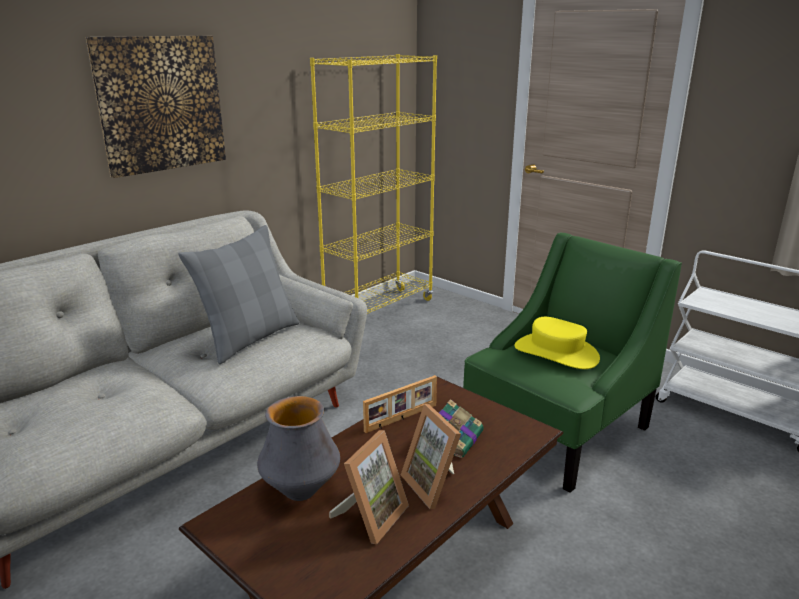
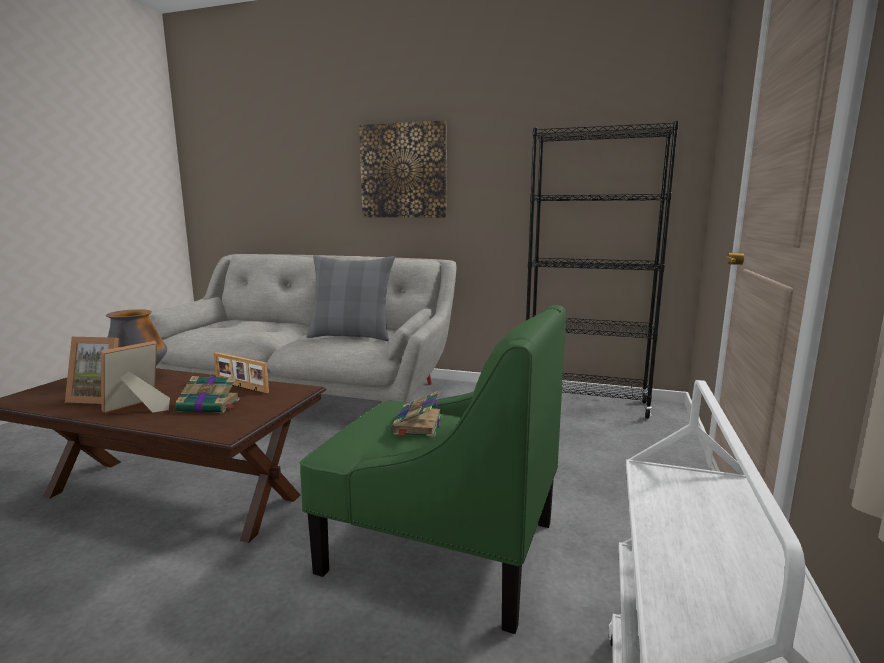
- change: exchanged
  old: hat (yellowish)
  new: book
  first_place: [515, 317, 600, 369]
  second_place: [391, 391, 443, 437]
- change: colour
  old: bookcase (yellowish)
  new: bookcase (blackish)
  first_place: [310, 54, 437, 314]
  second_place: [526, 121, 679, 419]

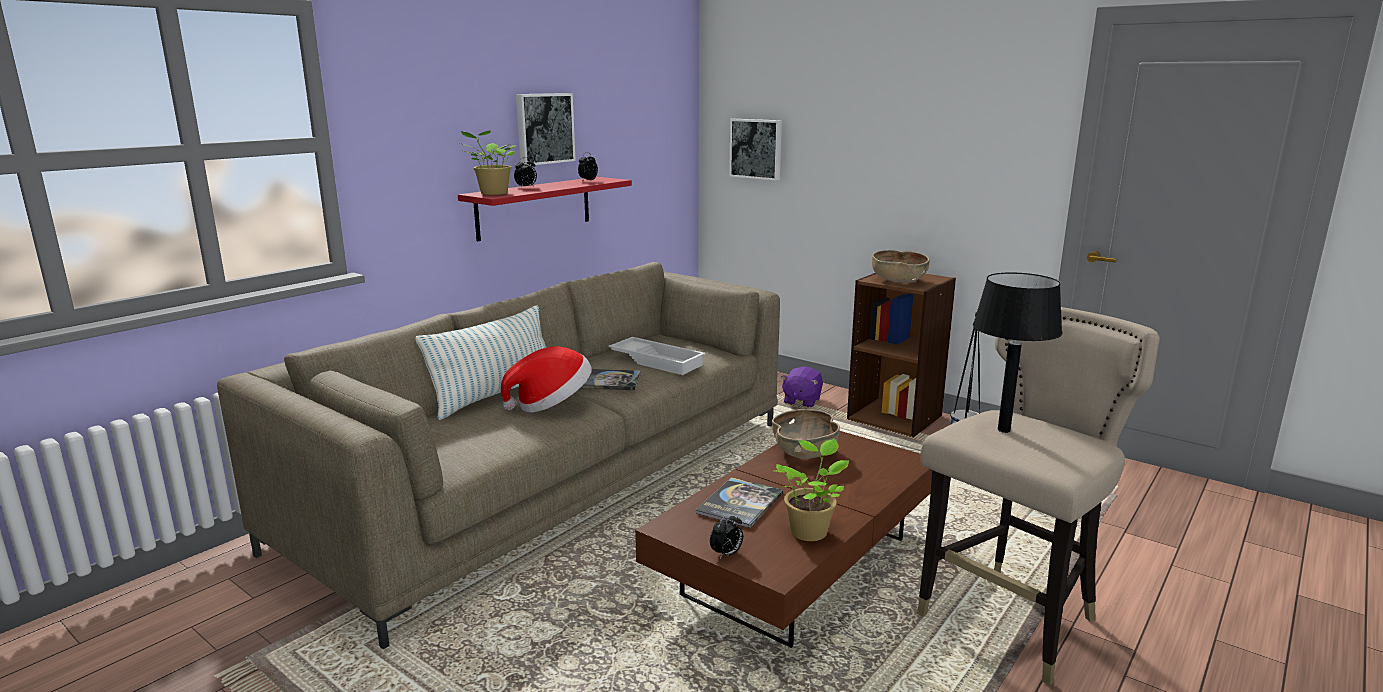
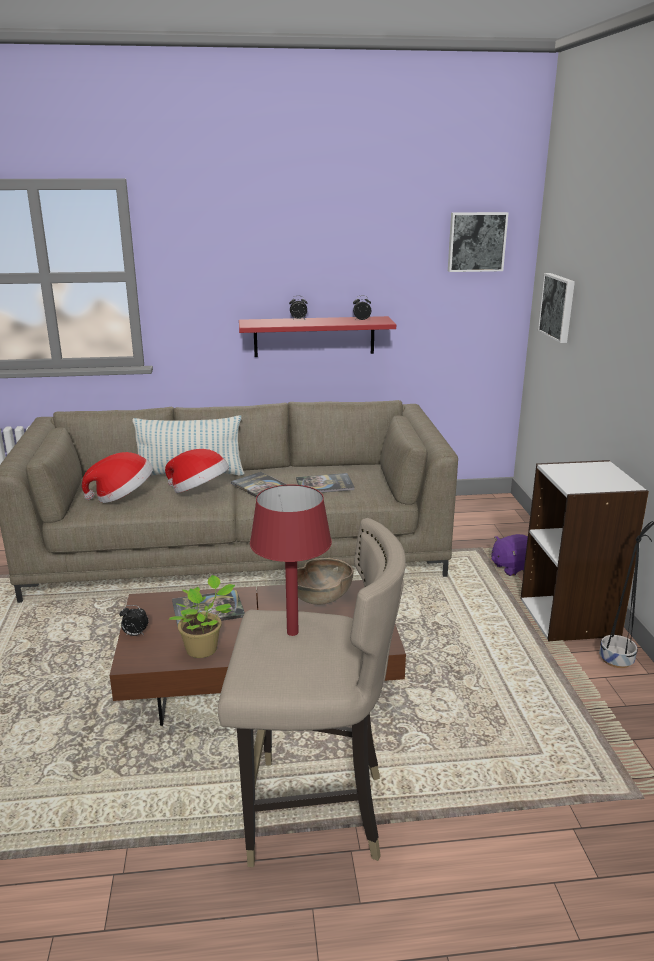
- change: missing
  old: potted plant
  first_place: [460, 131, 516, 195]
- change: missing
  old: deep dish (brownish)
  first_place: [872, 250, 929, 283]
- change: appeared
  new: hat
  second_place: [82, 452, 153, 503]
- change: relocated
  old: wall art
  first_place: [516, 93, 576, 166]
  second_place: [448, 212, 508, 272]
- change: exchanged
  old: tray (white-coloured)
  new: book
  first_place: [608, 337, 706, 375]
  second_place: [296, 473, 355, 493]
- change: colour
  old: bookcase (brownish)
  new: bookcase (white-coloured)
  first_place: [847, 273, 956, 438]
  second_place: [520, 460, 649, 642]
- change: colour
  old: table lamp (blackish)
  new: table lamp (red-coloured)
  first_place: [973, 272, 1063, 433]
  second_place: [250, 485, 332, 636]

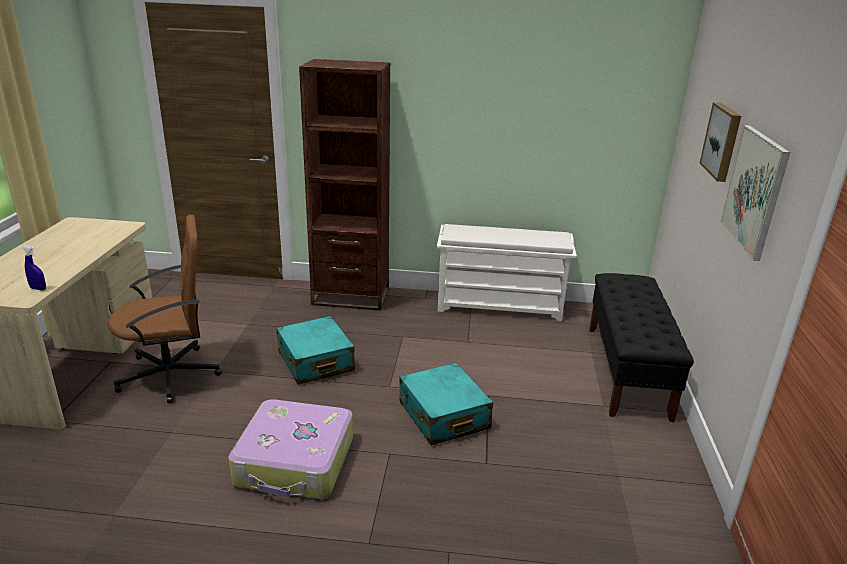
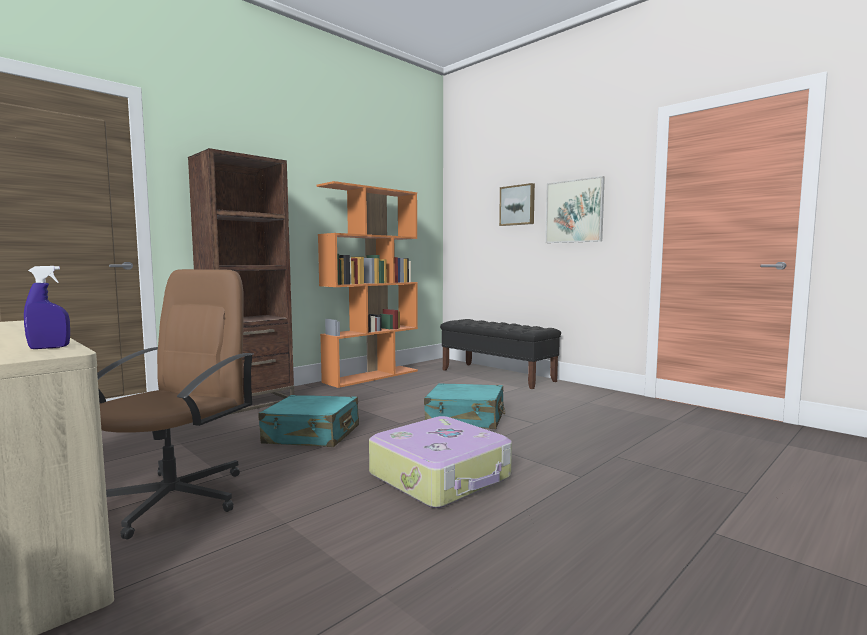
- change: exchanged
  old: shoe rack (white-coloured)
  new: bookcase (orange)
  first_place: [437, 224, 577, 321]
  second_place: [317, 181, 418, 388]

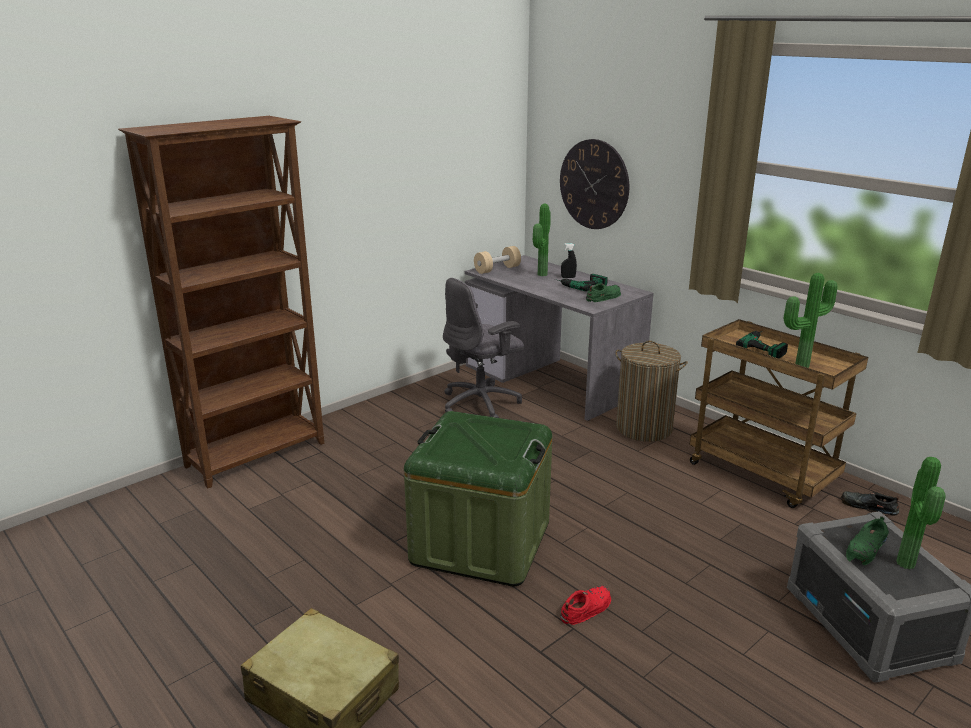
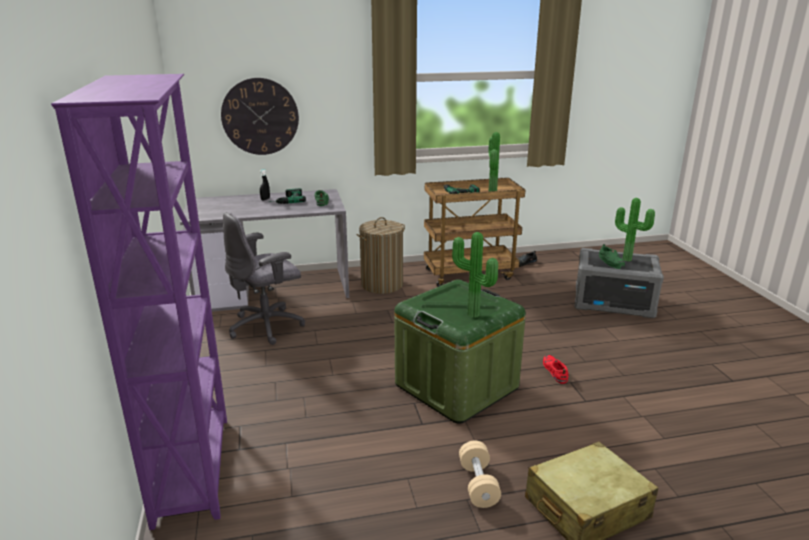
- change: relocated
  old: free weight (beige-coloured)
  first_place: [474, 246, 521, 274]
  second_place: [459, 441, 501, 508]
- change: relocated
  old: potted plant
  first_place: [533, 204, 551, 276]
  second_place: [452, 232, 498, 318]
- change: colour
  old: bookcase (brownish)
  new: bookcase (purplish)
  first_place: [118, 116, 324, 489]
  second_place: [51, 74, 227, 530]
- change: spun
  old: computer chair (greyish)
  first_place: [443, 278, 524, 418]
  second_place: [223, 212, 305, 345]
  degrees: 60

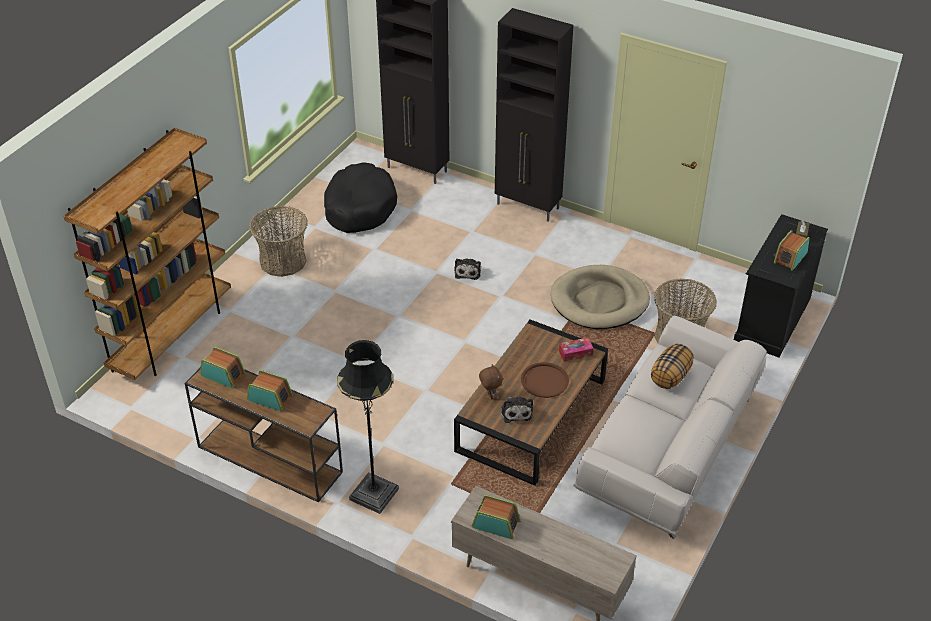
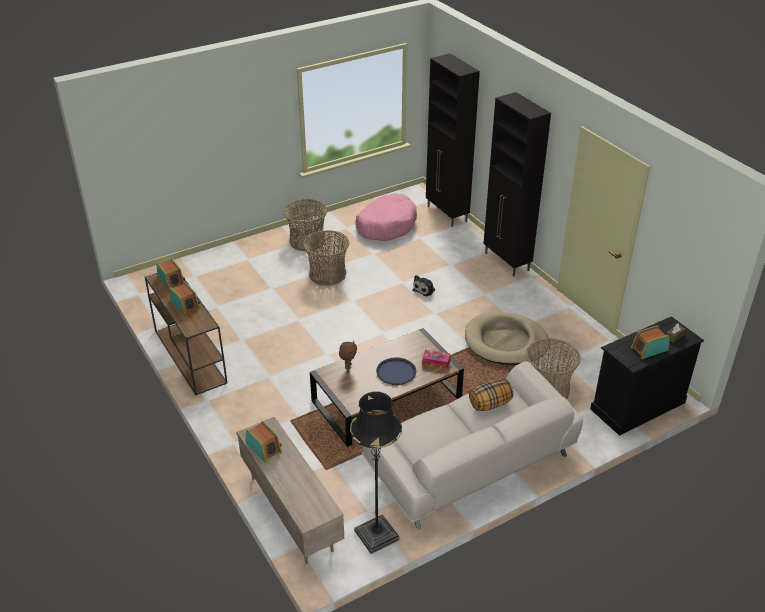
- change: missing
  old: bookcase (brownish)
  first_place: [64, 128, 231, 380]
- change: missing
  old: soft toy
  first_place: [501, 396, 533, 423]
- change: appeared
  new: household basket
  second_place: [303, 230, 349, 286]
- change: relocated
  old: standing lamp (blackish)
  first_place: [337, 340, 399, 514]
  second_place: [350, 392, 402, 554]
- change: colour
  old: dog bed (blackish)
  new: dog bed (pink)
  first_place: [324, 162, 397, 233]
  second_place: [355, 193, 417, 241]
- change: colour
  old: tray (brownish)
  new: tray (bluish)
  first_place: [521, 362, 569, 398]
  second_place: [376, 357, 416, 385]

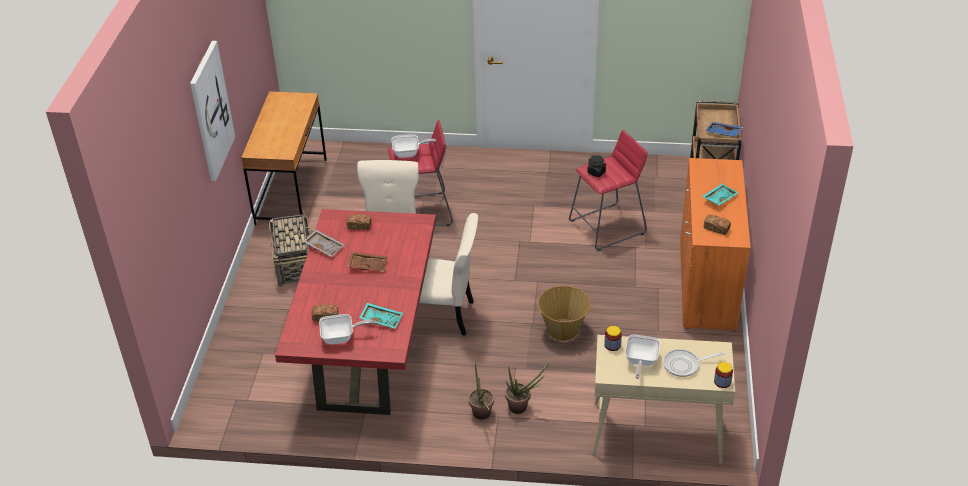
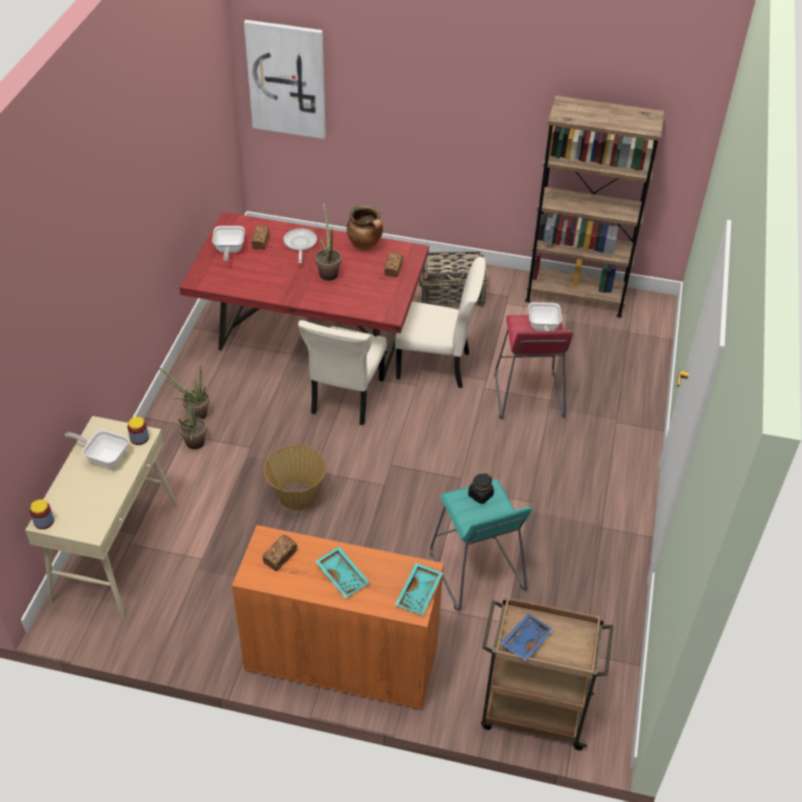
- change: relocated
  old: wall art
  first_place: [190, 41, 235, 181]
  second_place: [244, 20, 326, 139]
- change: relocated
  old: tray (blue-green)
  first_place: [359, 303, 403, 329]
  second_place: [395, 563, 443, 615]
- change: relocated
  old: pan
  first_place: [663, 349, 725, 377]
  second_place: [284, 229, 317, 263]
- change: exchanged
  old: desk (brownish)
  new: bookcase (brownish)
  first_place: [241, 91, 327, 226]
  second_place: [525, 95, 665, 318]
- change: exchanged
  old: tray (greyish)
  new: cooking pot
  first_place: [303, 229, 345, 257]
  second_place: [347, 204, 383, 250]
- change: exchanged
  old: tray (brownish)
  new: potted plant
  first_place: [348, 252, 388, 272]
  second_place: [315, 201, 342, 281]
- change: colour
  old: stool seat (red-coloured)
  new: stool seat (blue-green)
  first_place: [569, 130, 648, 251]
  second_place: [430, 479, 532, 611]

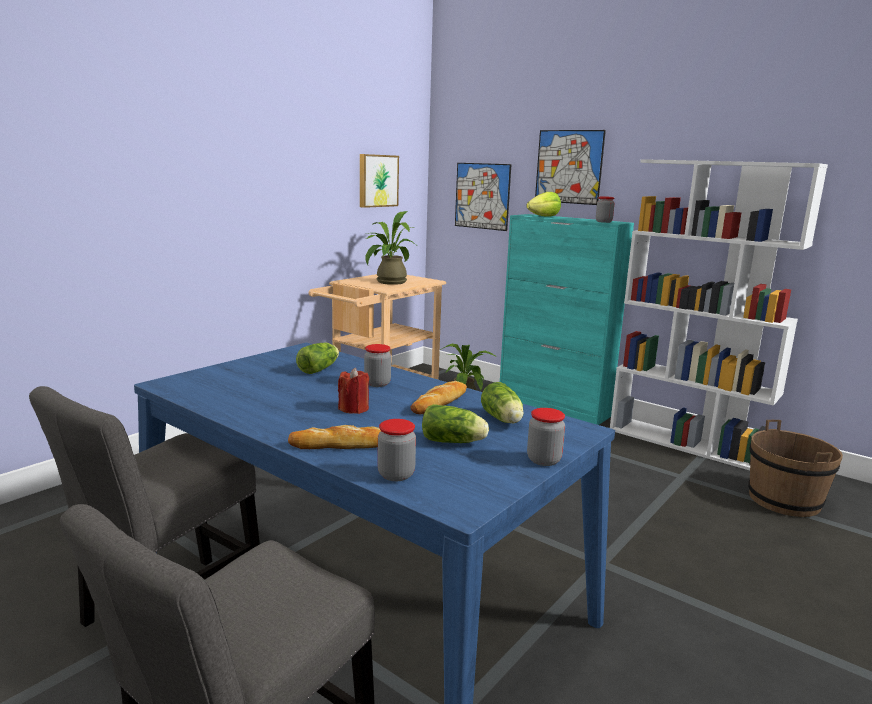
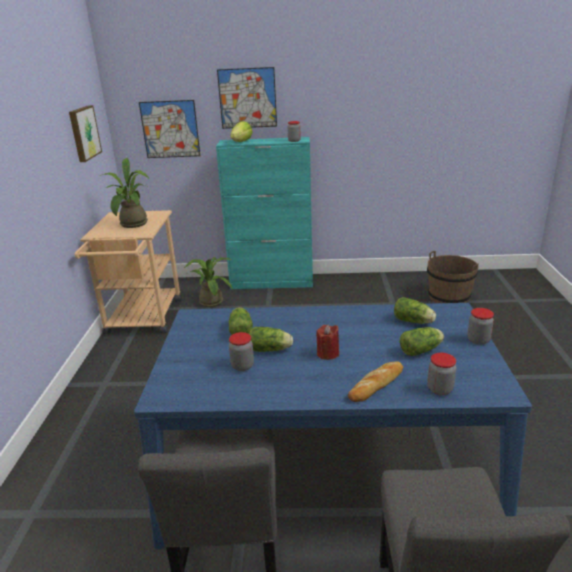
- change: missing
  old: bread
  first_place: [411, 381, 467, 414]
- change: missing
  old: bookcase (white-coloured)
  first_place: [610, 159, 828, 470]
- change: appeared
  new: lettuce
  second_place: [249, 327, 293, 352]
- change: relocated
  old: storage jar
  first_place: [364, 344, 391, 387]
  second_place: [229, 332, 254, 371]

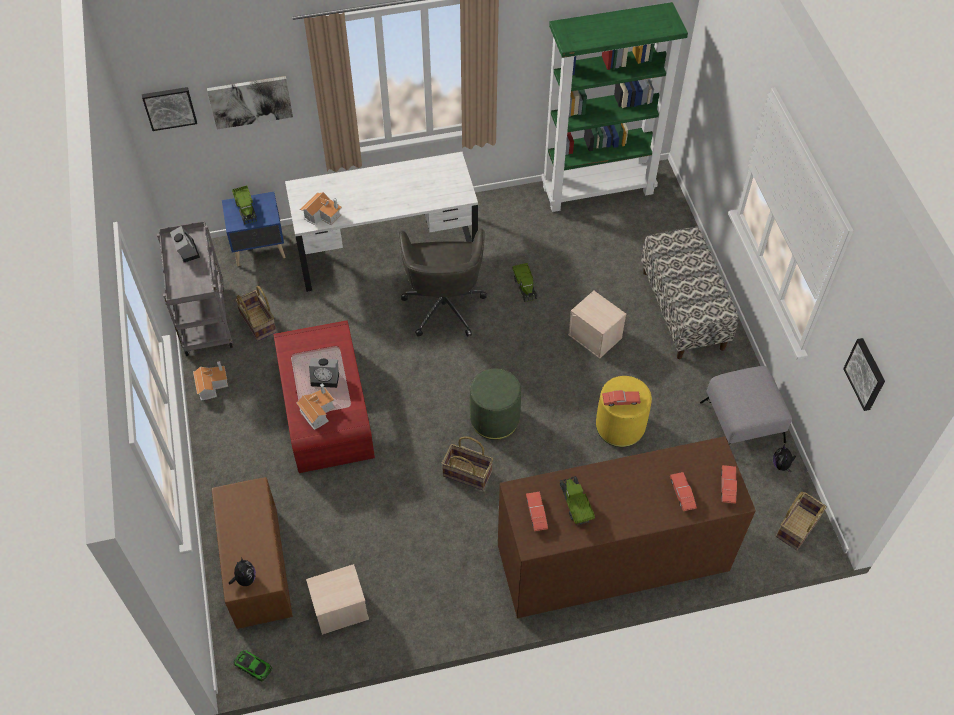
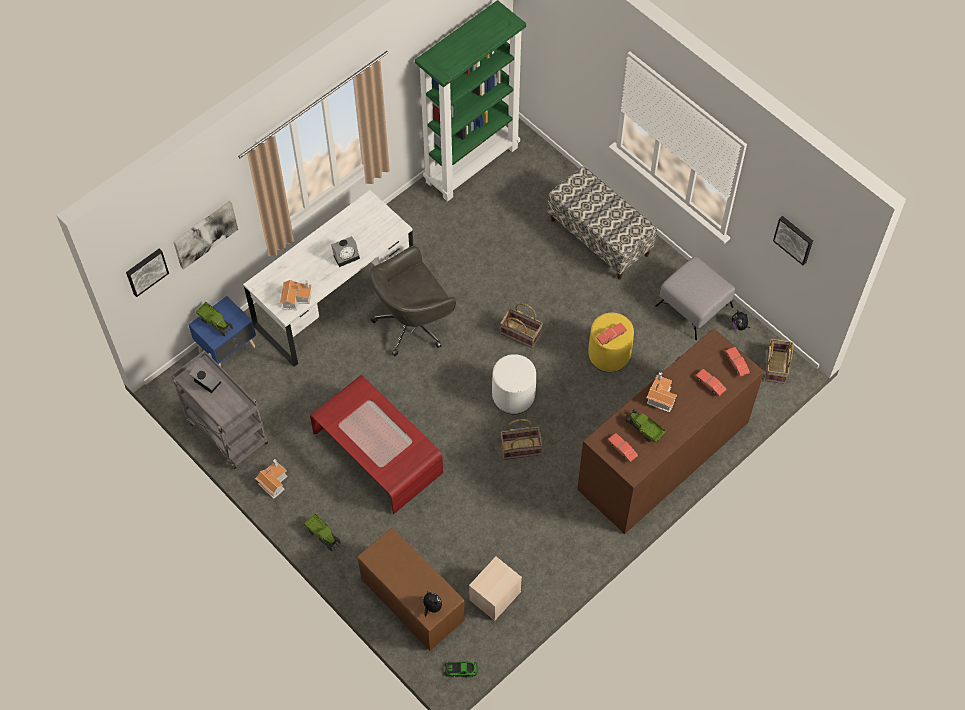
- change: missing
  old: storage container (beige-coloured)
  first_place: [568, 291, 626, 359]
- change: relocated
  old: household basket
  first_place: [235, 286, 277, 341]
  second_place: [500, 303, 543, 348]
- change: relocated
  old: toy house
  first_place: [296, 383, 335, 430]
  second_place: [647, 372, 677, 413]
- change: relocated
  old: bedside clock
  first_place: [309, 358, 339, 388]
  second_place: [331, 236, 360, 267]
- change: relocated
  old: toy truck
  first_place: [512, 263, 537, 302]
  second_place: [304, 513, 341, 551]
- change: colour
  old: footrest (green)
  new: footrest (white-coloured)
  first_place: [470, 369, 521, 440]
  second_place: [492, 354, 536, 414]
- change: spun
  old: computer chair (greyish)
  first_place: [399, 229, 487, 336]
  second_place: [370, 246, 456, 356]
  degrees: 90

